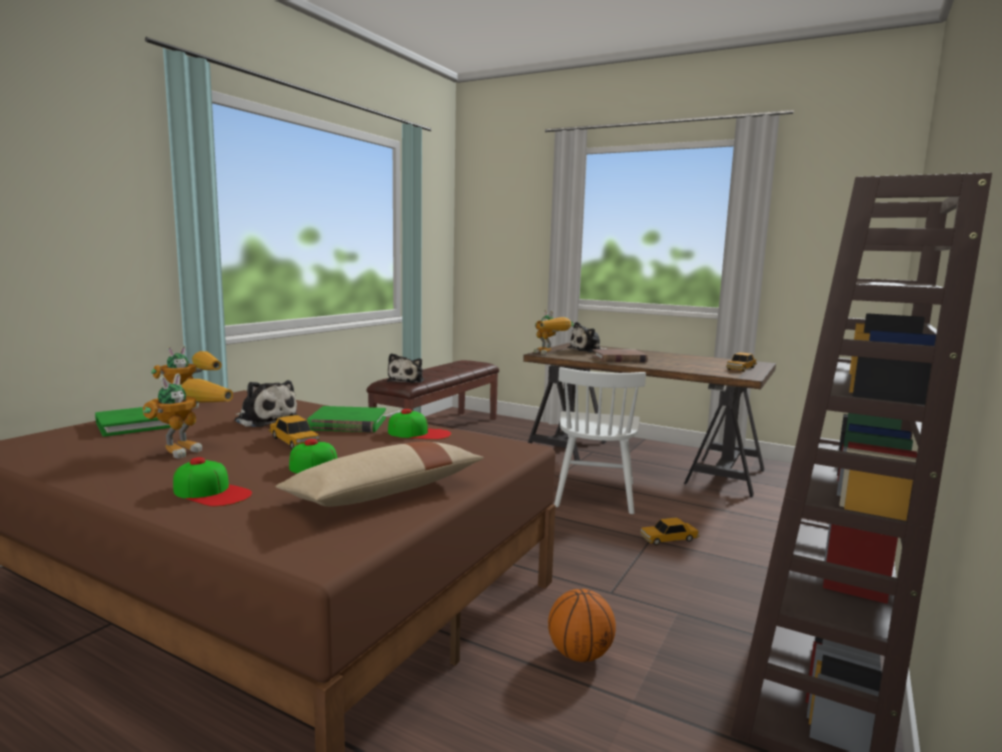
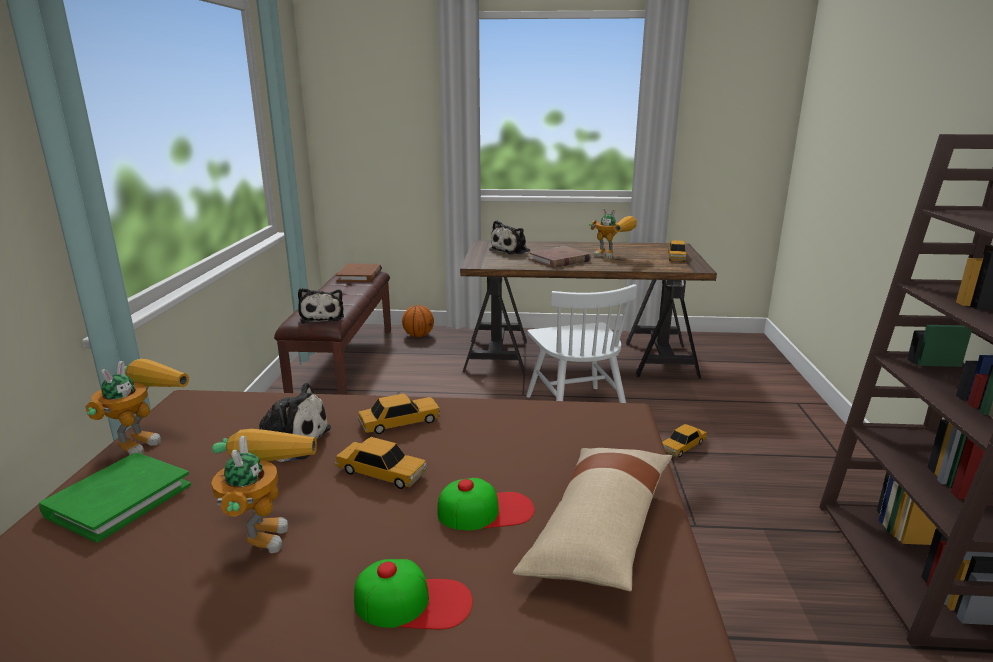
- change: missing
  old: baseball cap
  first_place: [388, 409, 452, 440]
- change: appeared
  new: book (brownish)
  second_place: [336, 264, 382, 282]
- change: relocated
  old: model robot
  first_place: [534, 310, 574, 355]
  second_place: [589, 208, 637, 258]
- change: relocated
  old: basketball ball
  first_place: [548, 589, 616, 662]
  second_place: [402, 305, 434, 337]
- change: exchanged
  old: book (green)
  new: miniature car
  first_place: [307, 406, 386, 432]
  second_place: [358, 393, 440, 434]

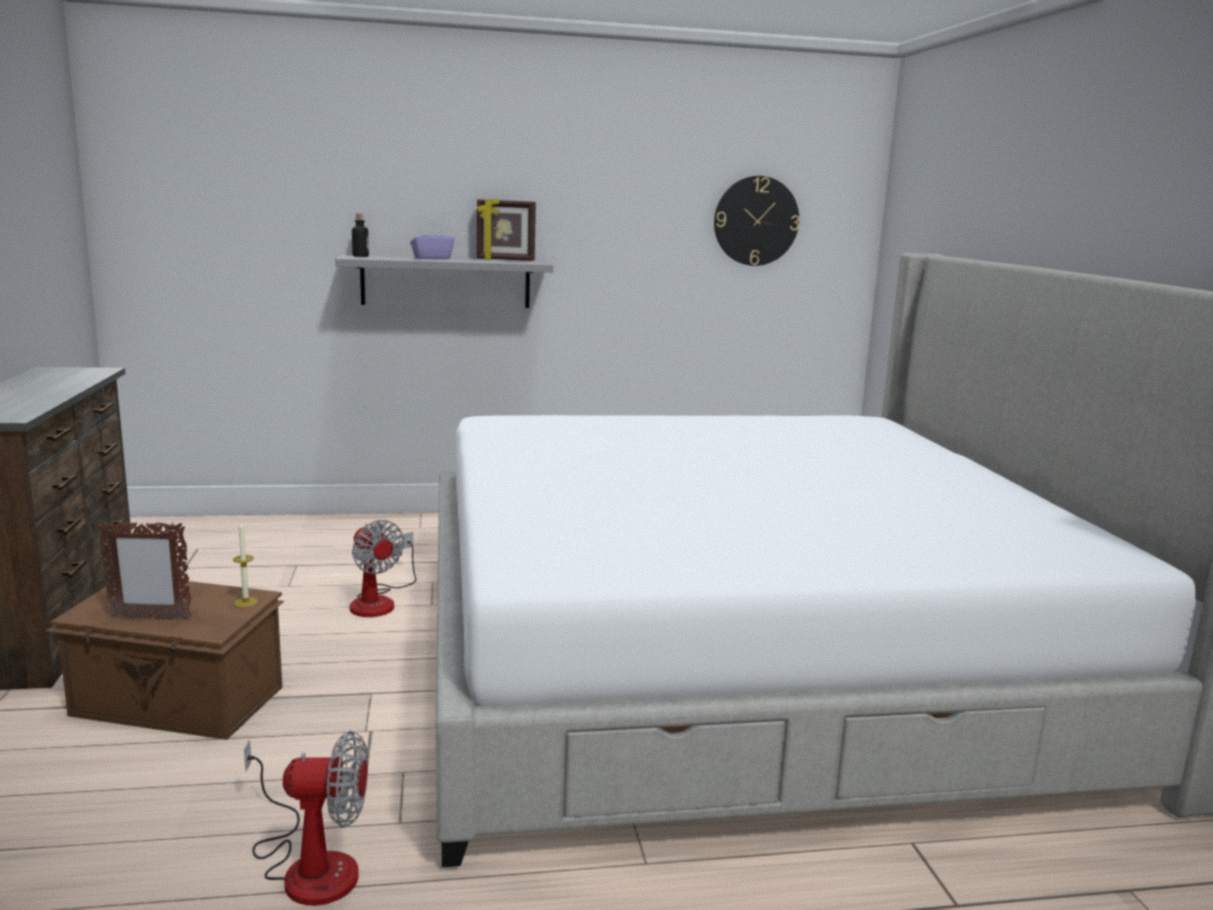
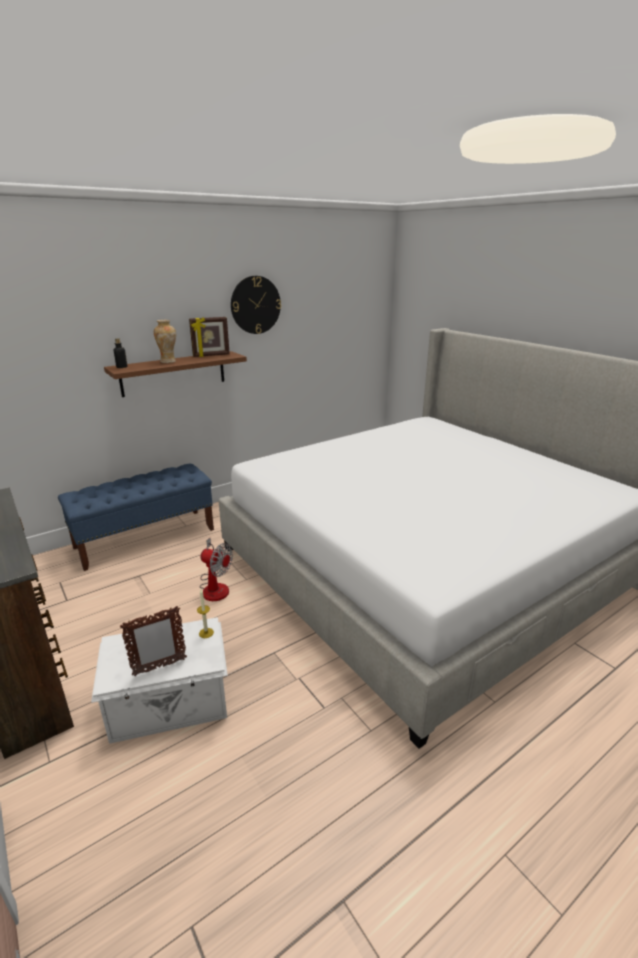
- change: missing
  old: cooling fan
  first_place: [244, 731, 368, 906]
- change: appeared
  new: bench (bluish)
  second_place: [58, 463, 214, 571]
- change: relocated
  old: hanging clock
  first_place: [714, 176, 799, 266]
  second_place: [231, 276, 281, 334]
- change: exchanged
  old: tissue box (purplish)
  new: flower vase
  first_place: [410, 227, 454, 259]
  second_place: [154, 320, 176, 363]
- change: colour
  old: storage container (brownish)
  new: storage container (white-coloured)
  first_place: [46, 581, 284, 740]
  second_place: [91, 617, 228, 744]
- change: colour
  old: wall shelf (greyish)
  new: wall shelf (brownish)
  first_place: [335, 255, 553, 308]
  second_place: [104, 351, 247, 397]

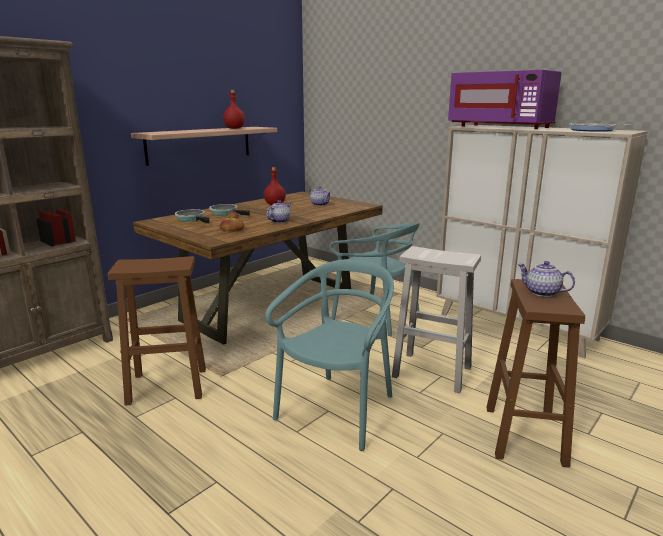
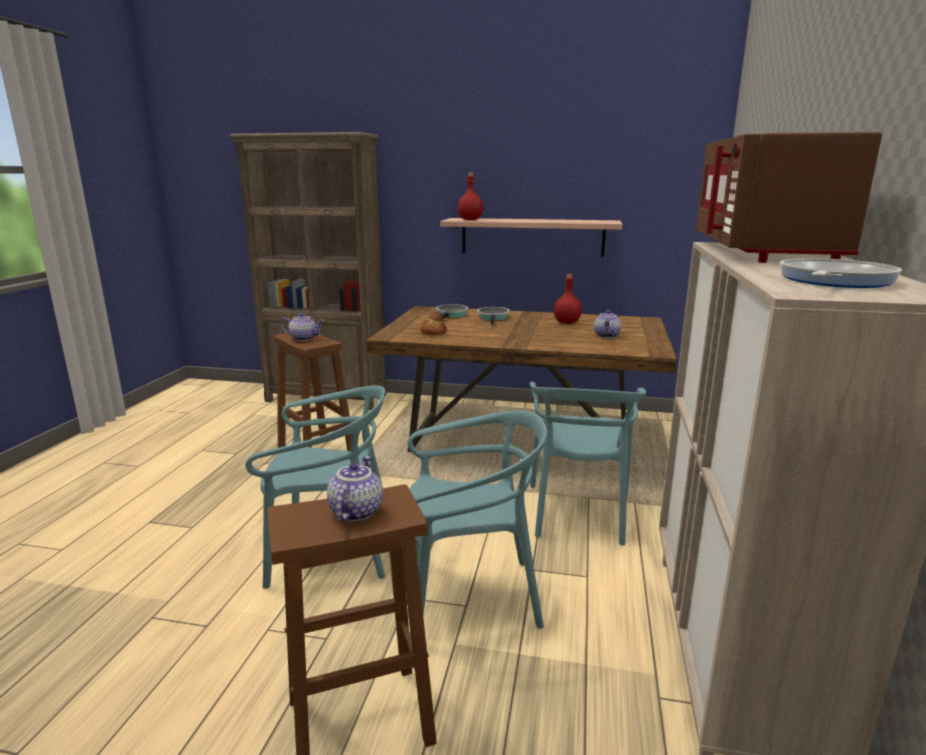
- change: relocated
  old: bottle (red-coloured)
  first_place: [223, 90, 245, 129]
  second_place: [457, 172, 483, 220]
- change: relocated
  old: pot for tea
  first_place: [266, 200, 291, 223]
  second_place: [281, 313, 324, 341]
- change: exchanged
  old: stool seat (white-coloured)
  new: chair (blue-green)
  first_place: [392, 246, 481, 393]
  second_place: [408, 410, 547, 629]
- change: colour
  old: microwave oven (purplish)
  new: microwave oven (brownish)
  first_place: [448, 70, 562, 129]
  second_place: [696, 132, 882, 263]

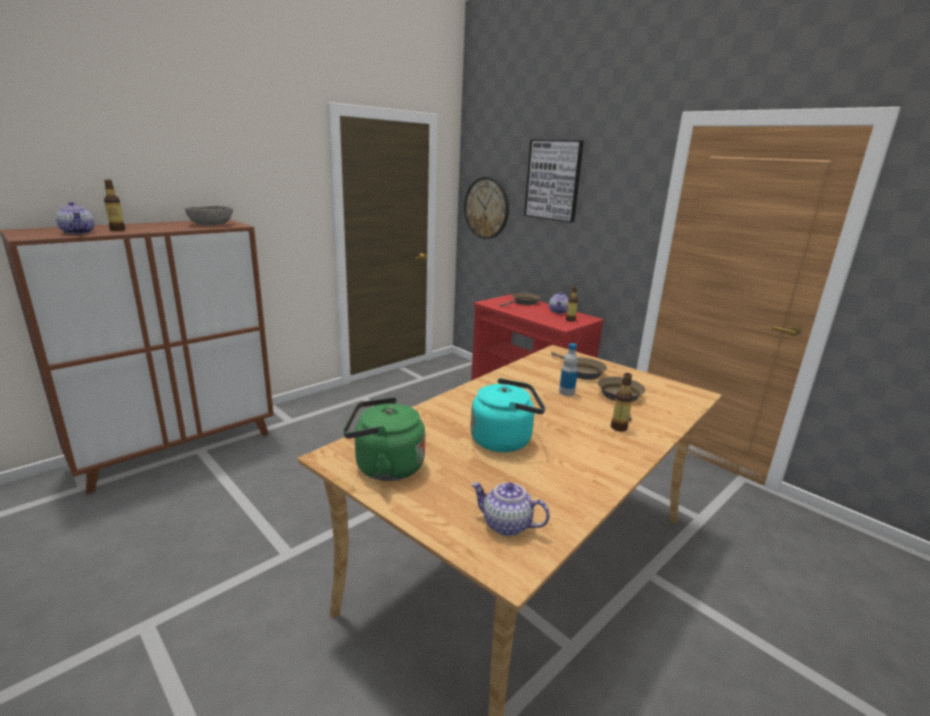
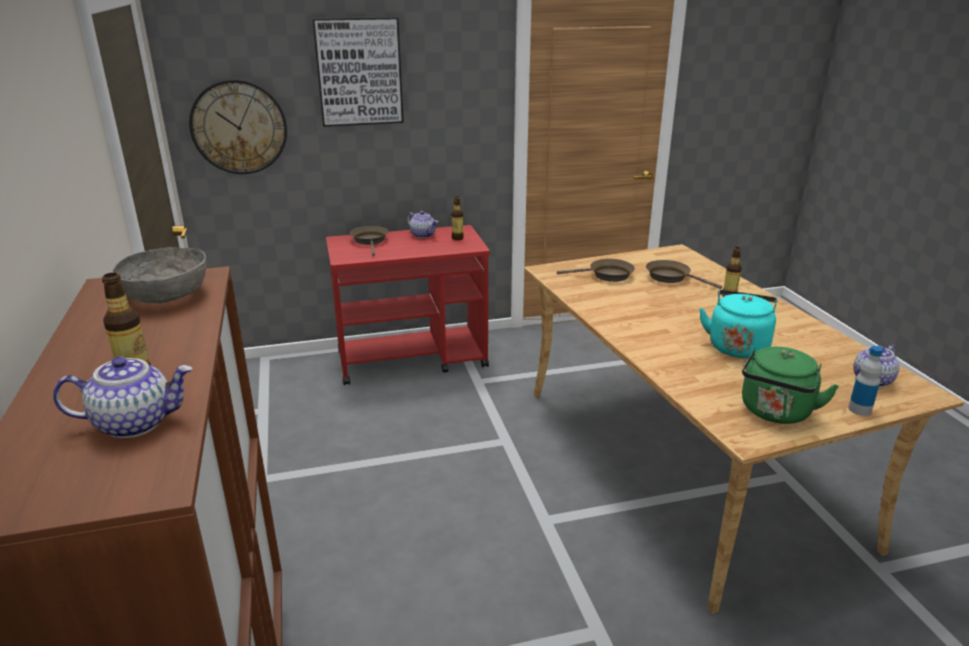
- change: relocated
  old: bottle
  first_place: [559, 343, 578, 396]
  second_place: [848, 346, 883, 416]

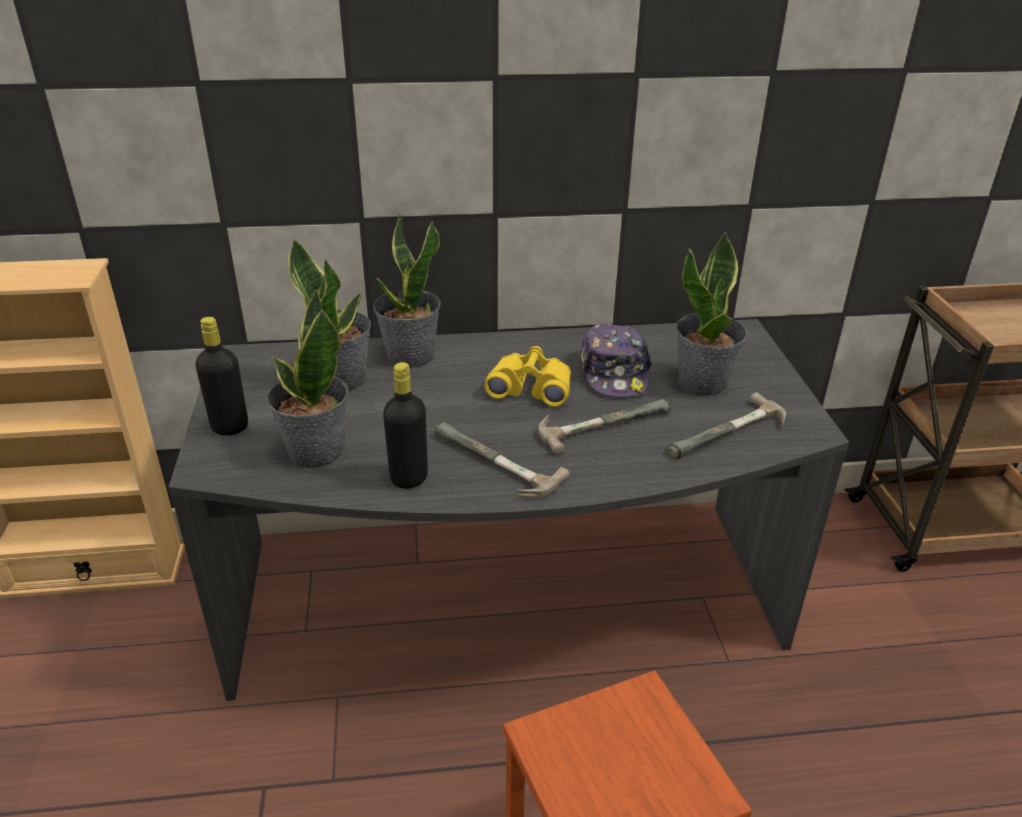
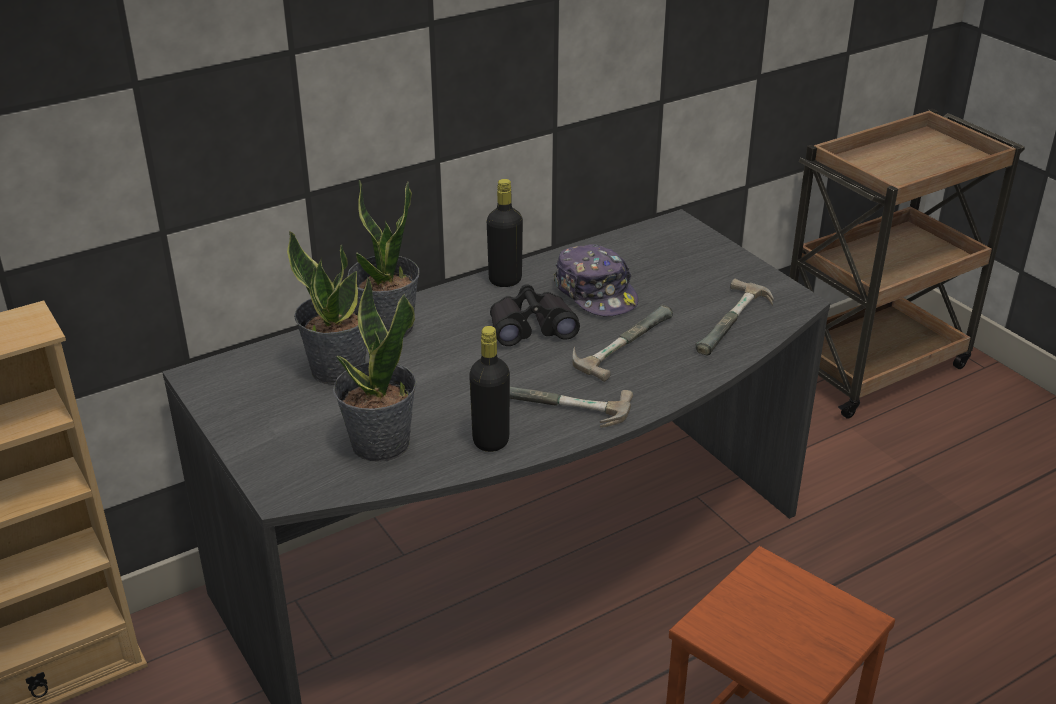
- change: missing
  old: potted plant
  first_place: [676, 232, 747, 396]
- change: relocated
  old: bottle (blackish)
  first_place: [195, 317, 248, 436]
  second_place: [487, 179, 523, 287]
- change: colour
  old: binoculars (yellowish)
  new: binoculars (blackish)
  first_place: [484, 346, 571, 407]
  second_place: [490, 284, 580, 346]

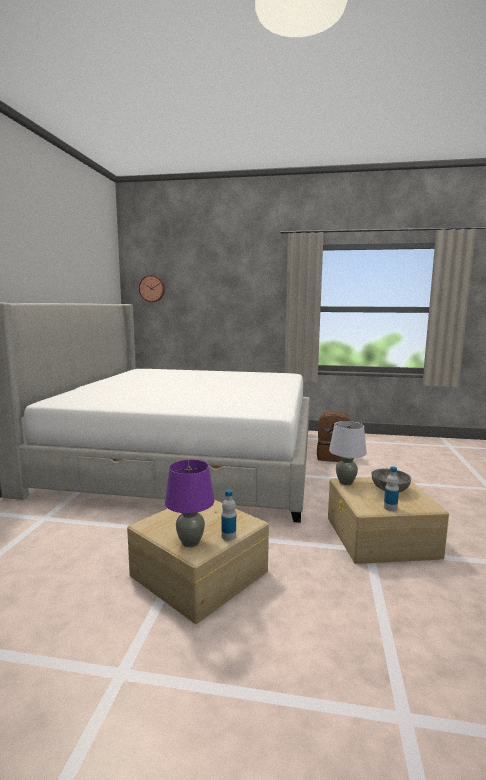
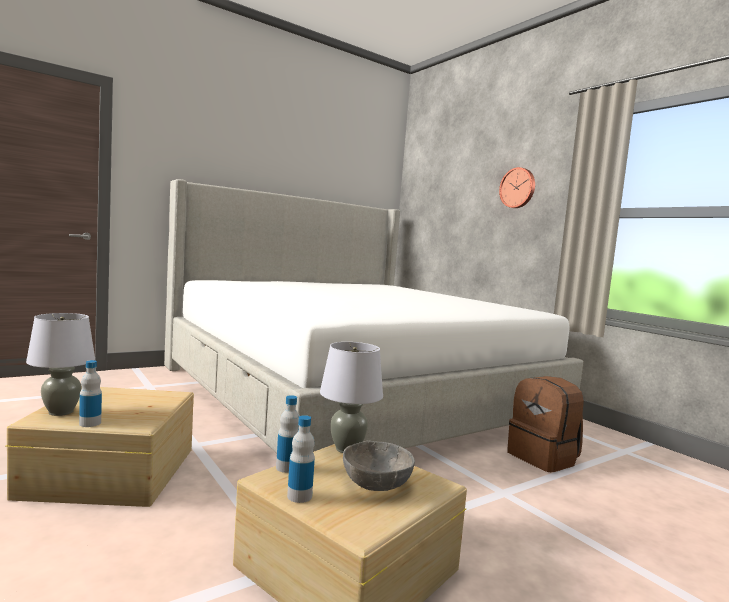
- change: appeared
  new: bottle
  second_place: [276, 395, 300, 473]
- change: relocated
  old: hanging clock
  first_place: [139, 275, 165, 302]
  second_place: [499, 167, 535, 208]
- change: colour
  old: table lamp (purplish)
  new: table lamp (greyish)
  first_place: [165, 459, 214, 547]
  second_place: [26, 313, 95, 416]

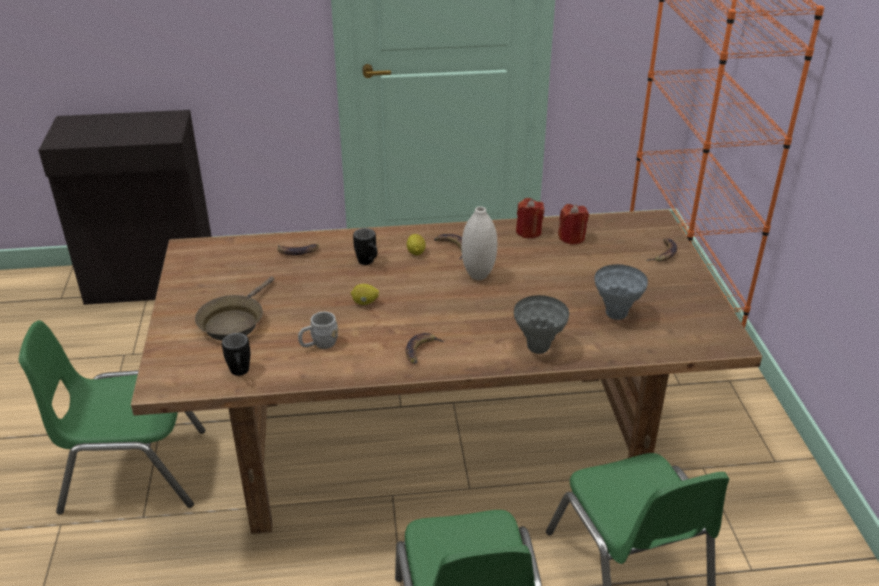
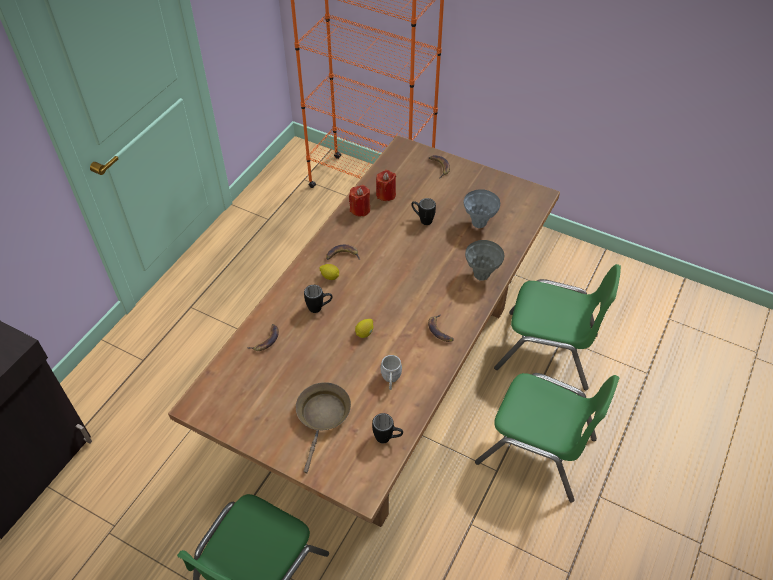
- change: missing
  old: flower vase (white-coloured)
  first_place: [462, 206, 497, 280]
- change: appeared
  new: mug (blackish)
  second_place: [411, 198, 436, 225]
- change: spun
  old: pan (brownish)
  first_place: [195, 276, 275, 341]
  second_place: [296, 382, 351, 473]
  degrees: -135

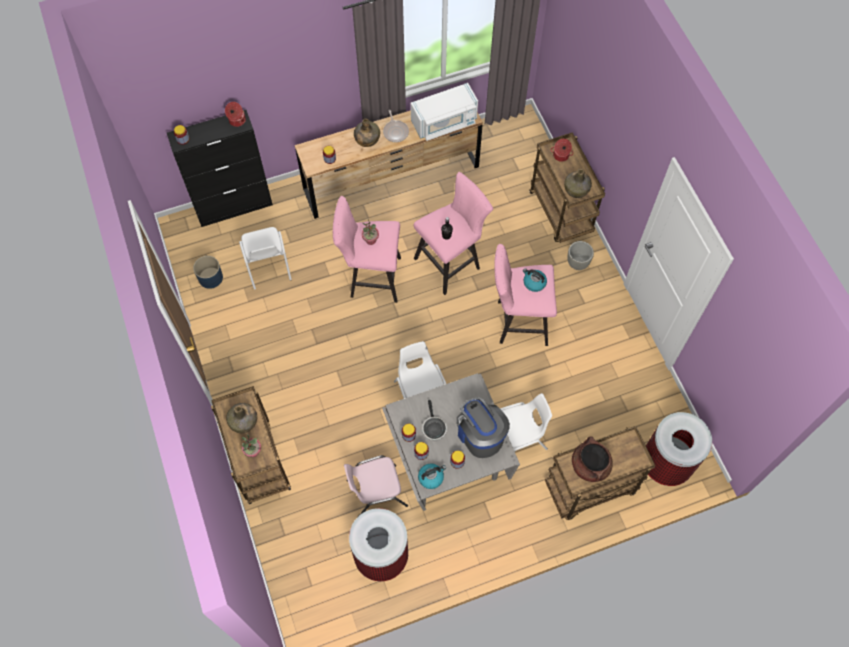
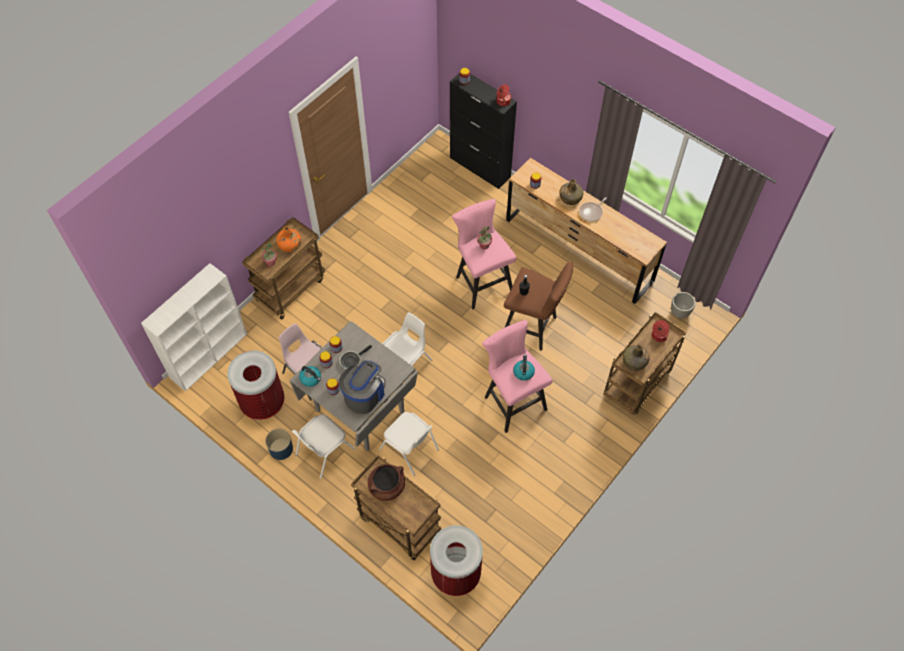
- change: missing
  old: microwave oven (white-coloured)
  first_place: [411, 83, 478, 141]
- change: appeared
  new: bookcase (white-coloured)
  second_place: [141, 263, 247, 391]
- change: relocated
  old: flower pot (bluish)
  first_place: [193, 256, 223, 289]
  second_place: [265, 429, 293, 460]
- change: relocated
  old: chair (white-coloured)
  first_place: [239, 227, 292, 290]
  second_place: [292, 414, 355, 479]
- change: relocated
  old: flower pot (greyish)
  first_place: [567, 241, 594, 270]
  second_place: [671, 292, 696, 318]
- change: colour
  old: bottle (green)
  new: bottle (orange)
  first_place: [226, 403, 257, 433]
  second_place: [276, 226, 301, 252]
- change: colour
  old: stool seat (pink)
  new: stool seat (brownish)
  first_place: [414, 172, 493, 295]
  second_place: [504, 262, 574, 351]

